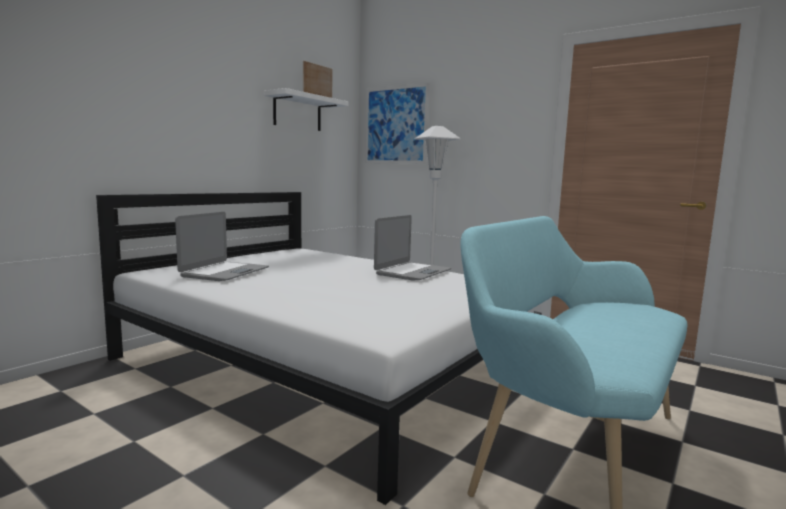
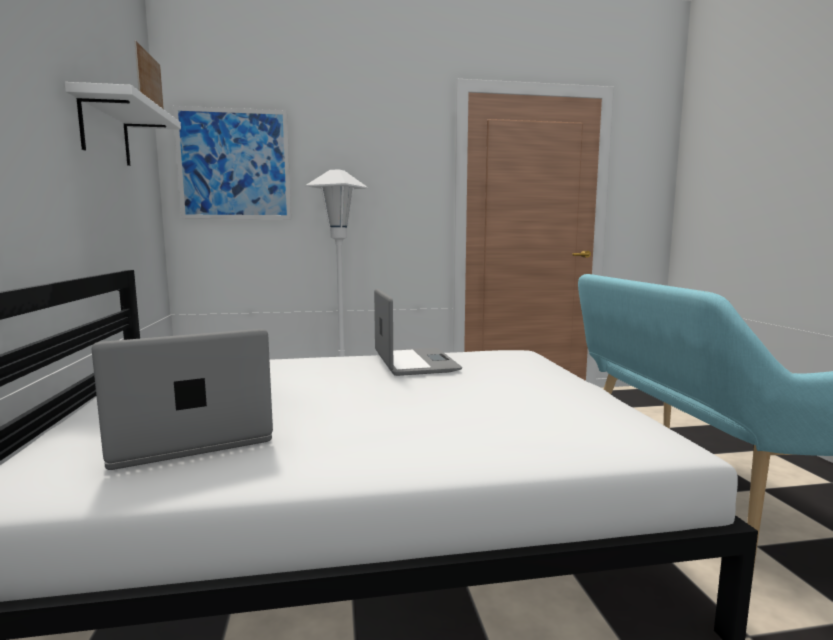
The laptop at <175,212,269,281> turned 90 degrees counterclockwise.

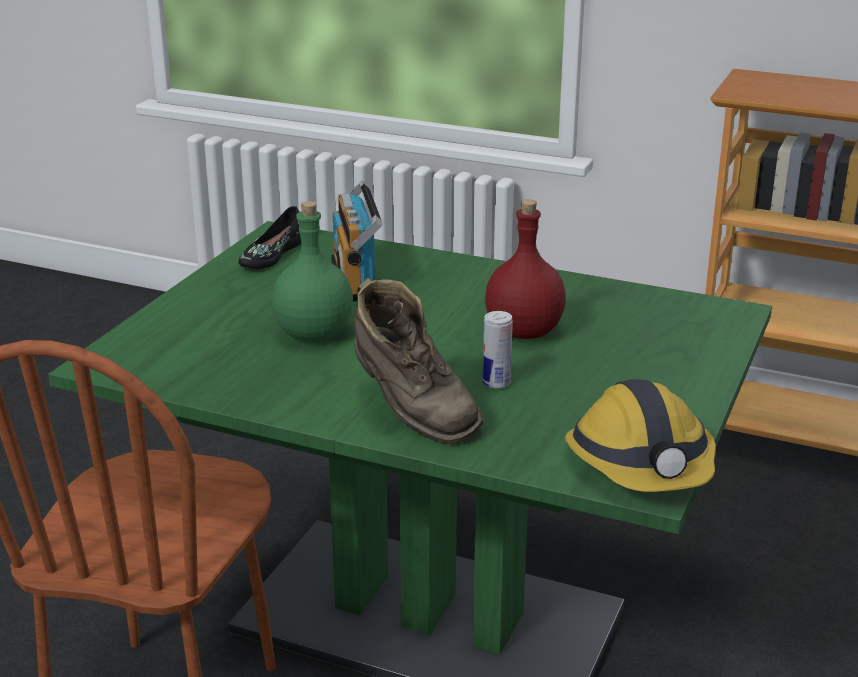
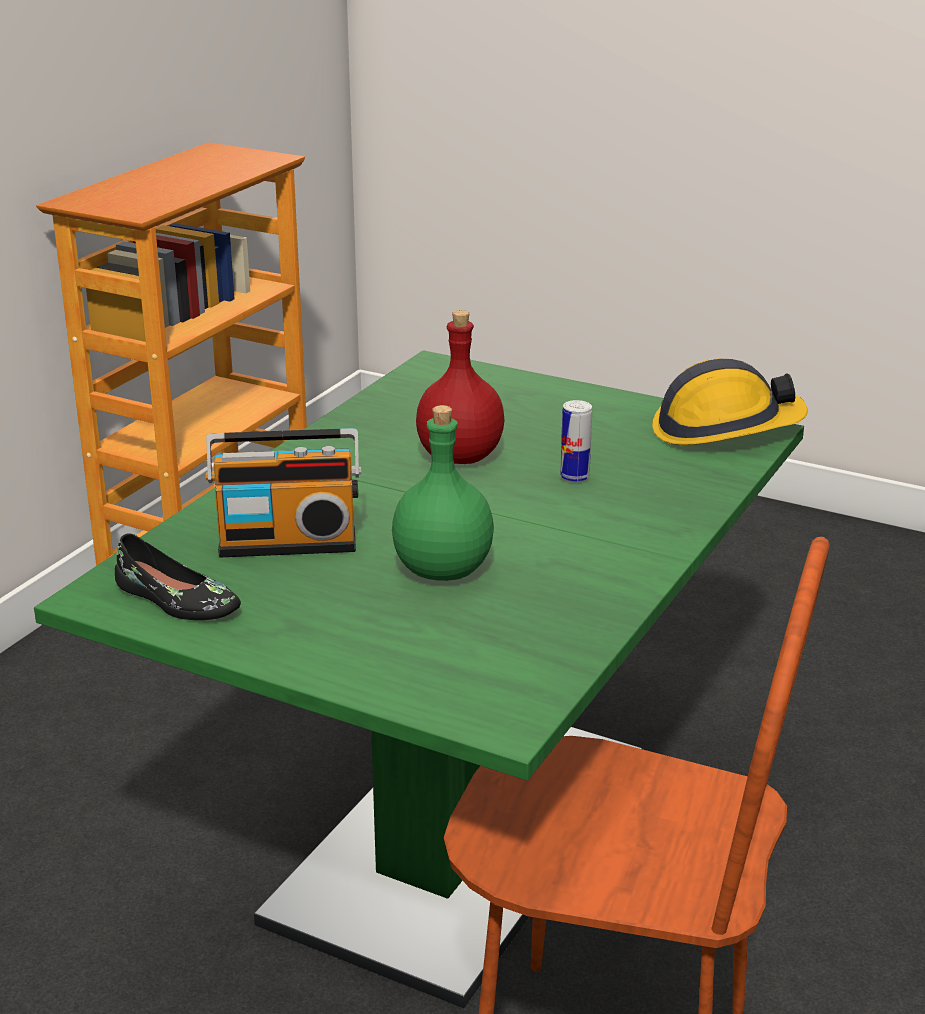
The brown boot at <354,278,484,445> disappeared.

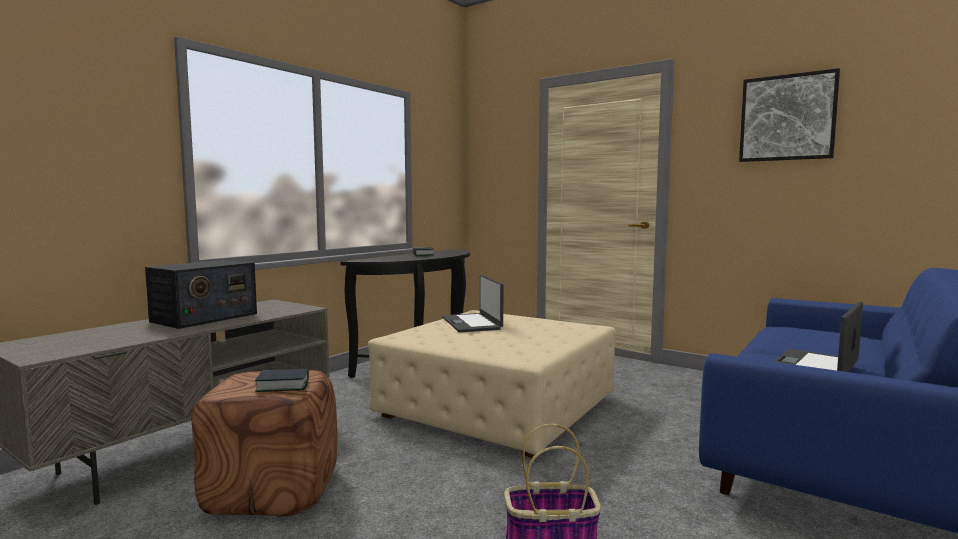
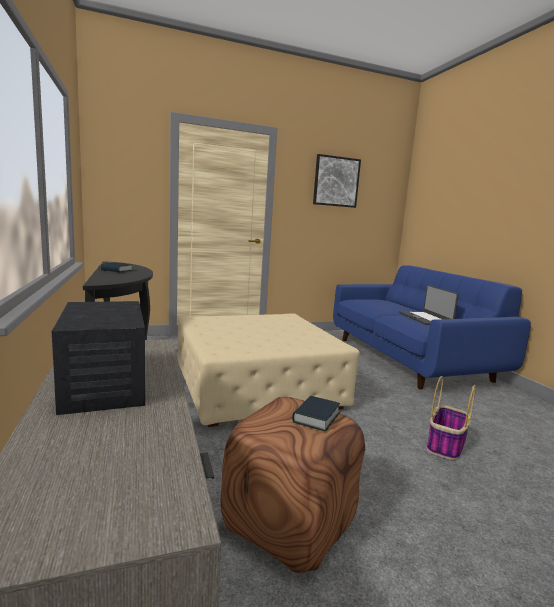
The laptop at <442,275,503,332> disappeared.

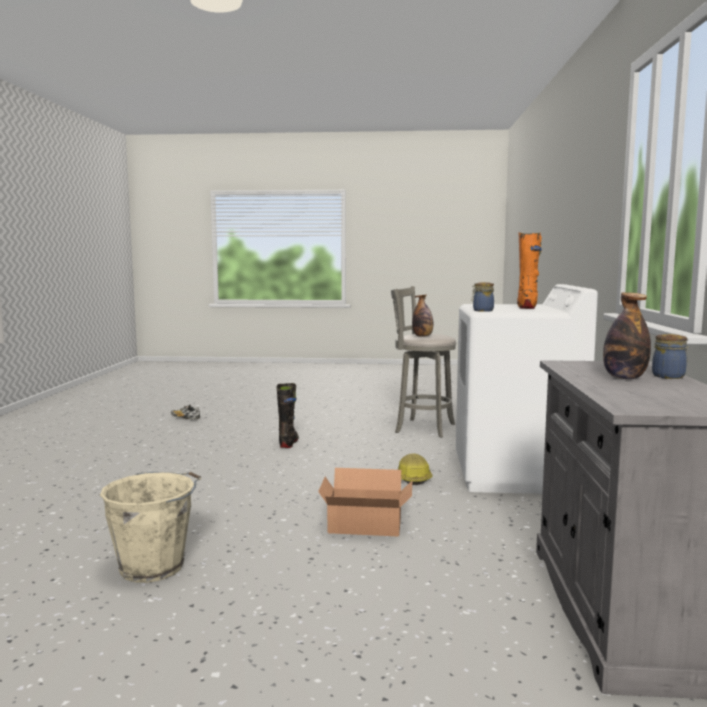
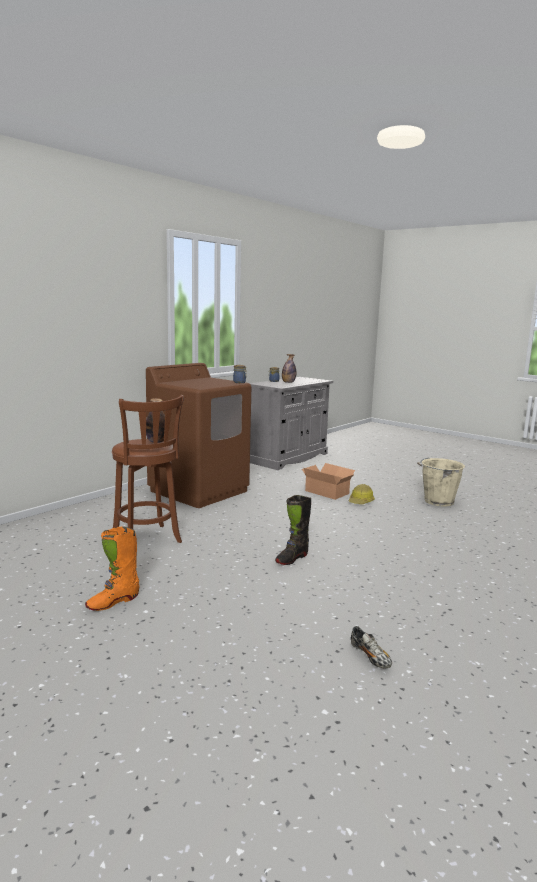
The orange boot moved from <517,232,542,309> to <85,527,139,611>.
The white washing machine at <456,284,598,494> became the brown washing machine at <146,363,251,508>.
The grey stool at <391,286,456,438> became the brown stool at <112,395,184,543>.
The hard hat moved from <398,453,432,485> to <349,484,375,504>.

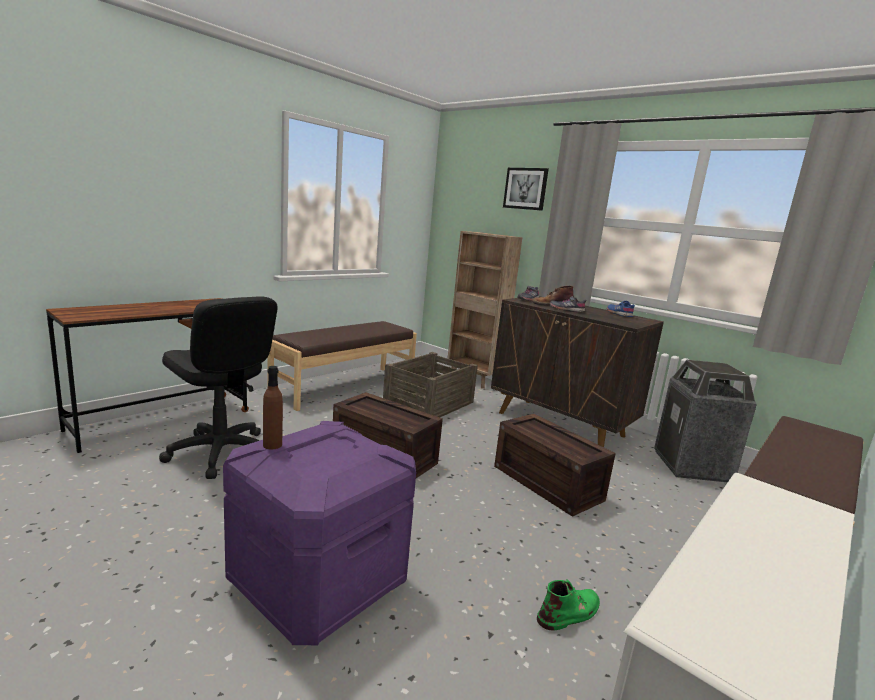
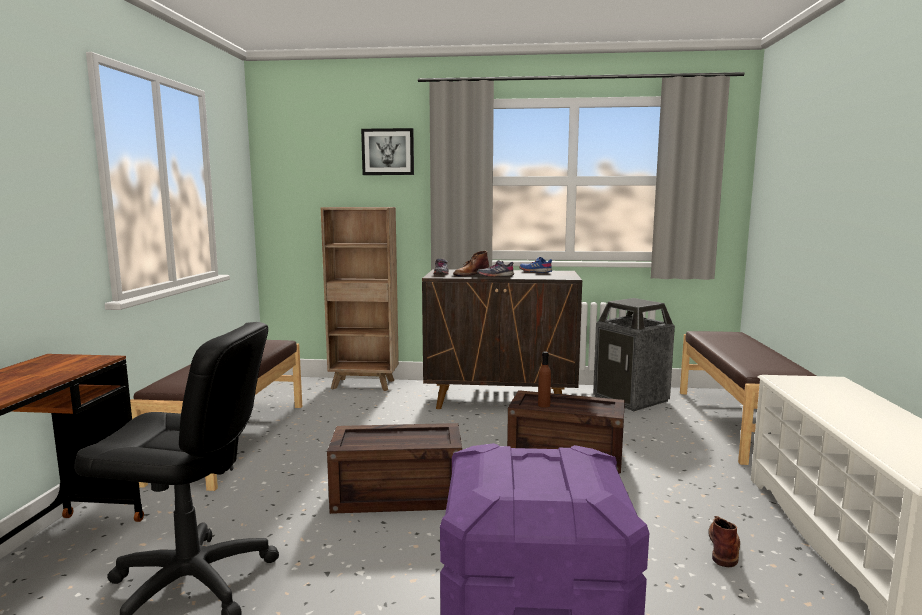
The crate at <383,352,478,417> disappeared.
The brown bottle moved from <263,366,283,450> to <538,352,551,408>.
The green boot at <537,579,600,630> became the brown boot at <708,516,740,567>.

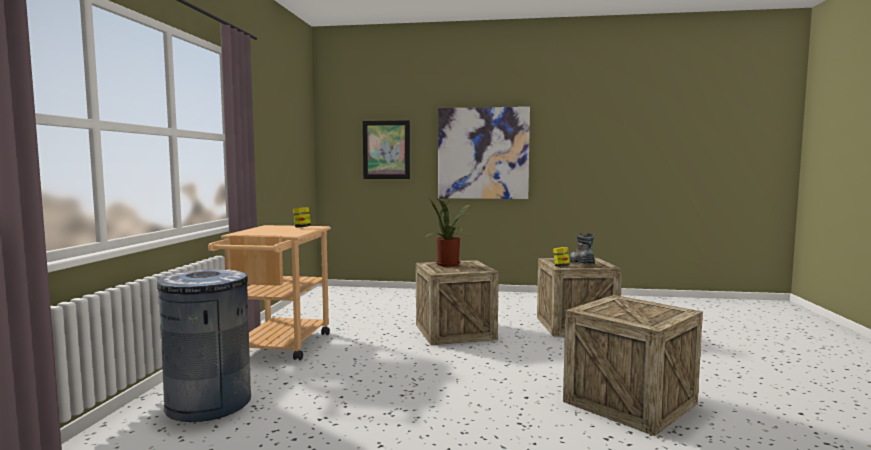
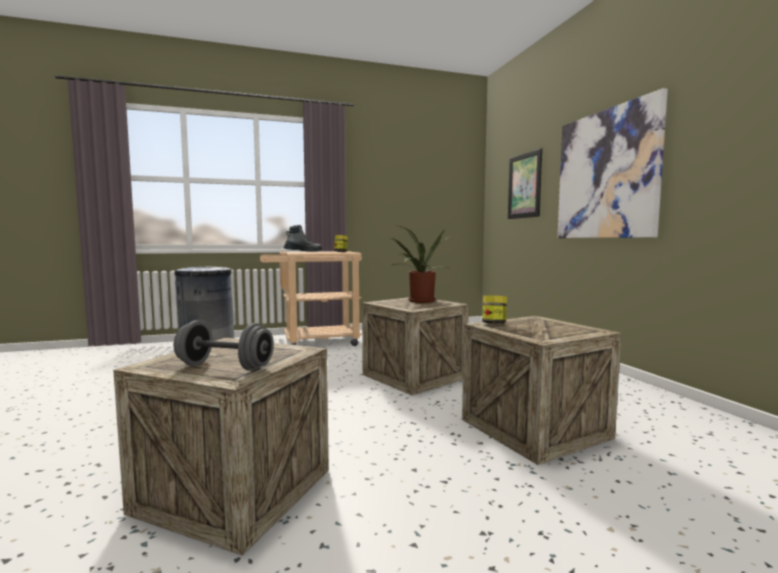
The boot moved from <569,233,595,264> to <283,225,322,252>.
The grey dumbbell at <174,320,274,371> appeared.

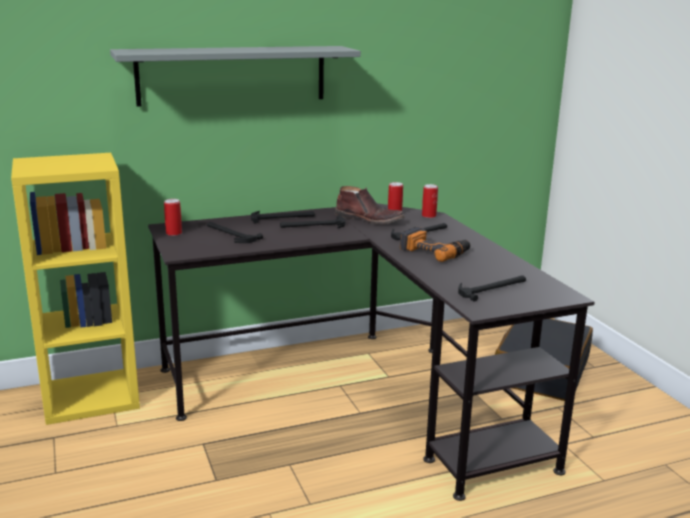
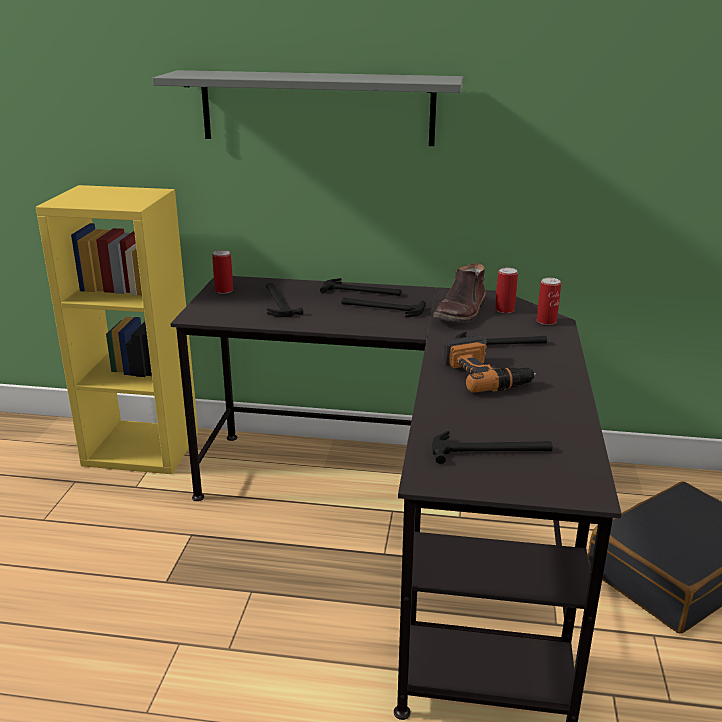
The brown boot at <335,186,405,224> turned 60 degrees clockwise.

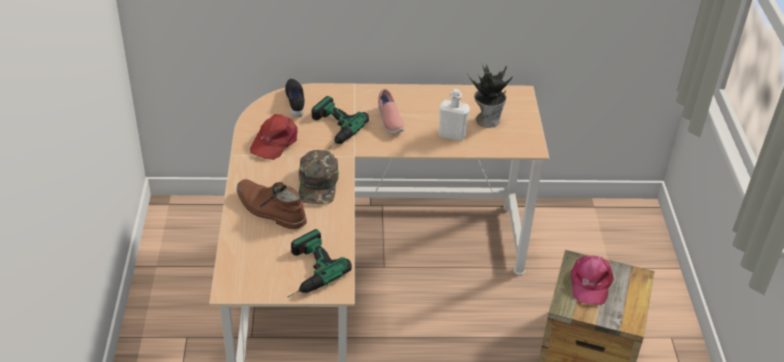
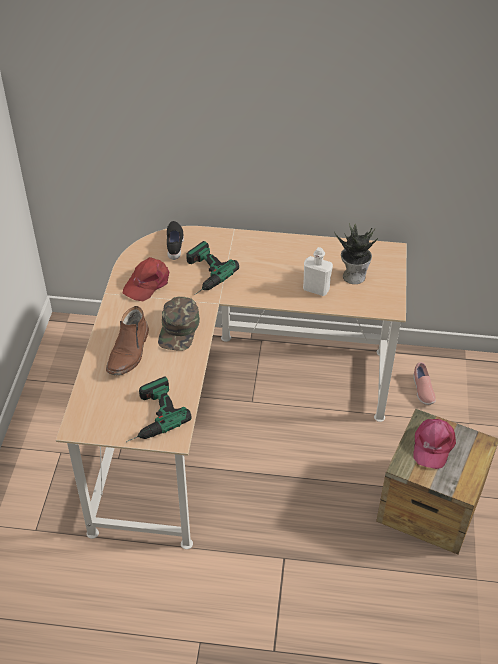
The pink shoe moved from <378,89,404,134> to <413,362,436,405>.
The brown boot at <237,179,307,229> turned 120 degrees counterclockwise.

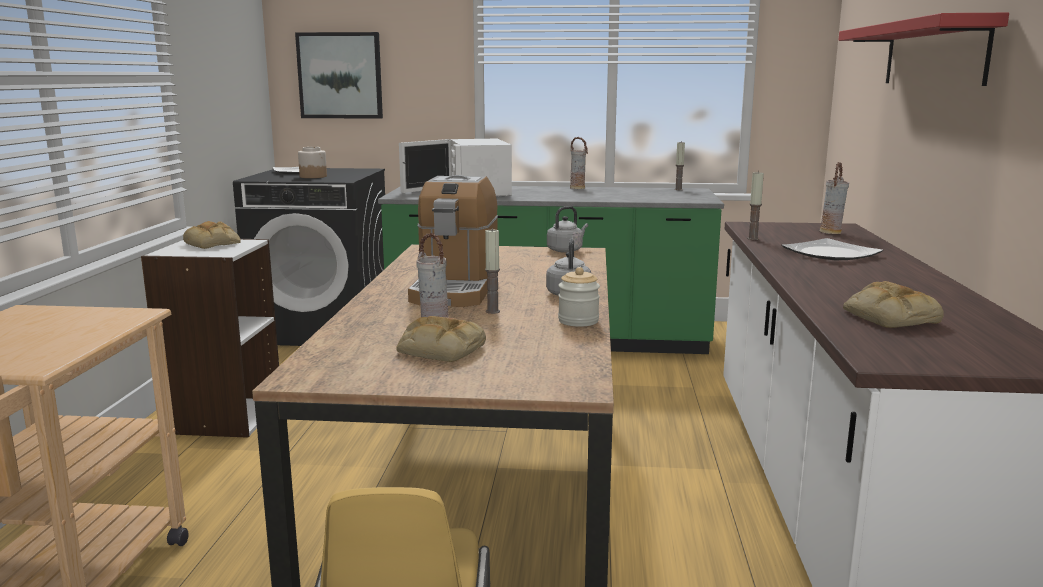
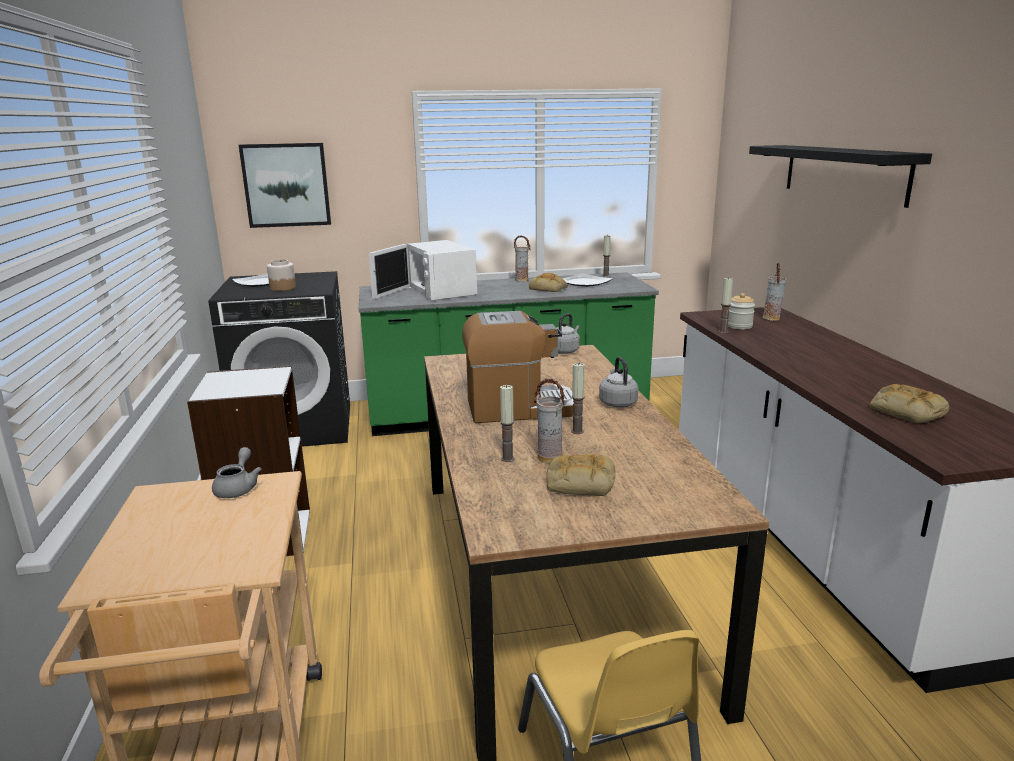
The red shelf at <838,13,1009,86> became the black shelf at <749,145,932,208>.
The coffee machine at <408,175,498,307> turned 90 degrees counterclockwise.
The bread moved from <183,221,241,249> to <529,273,568,292>.
The plate moved from <781,238,883,260> to <562,273,612,287>.
The jar moved from <558,267,600,327> to <728,293,755,329>.
The candle at <500,385,514,462> appeared.
The grey teapot at <212,447,262,498> appeared.

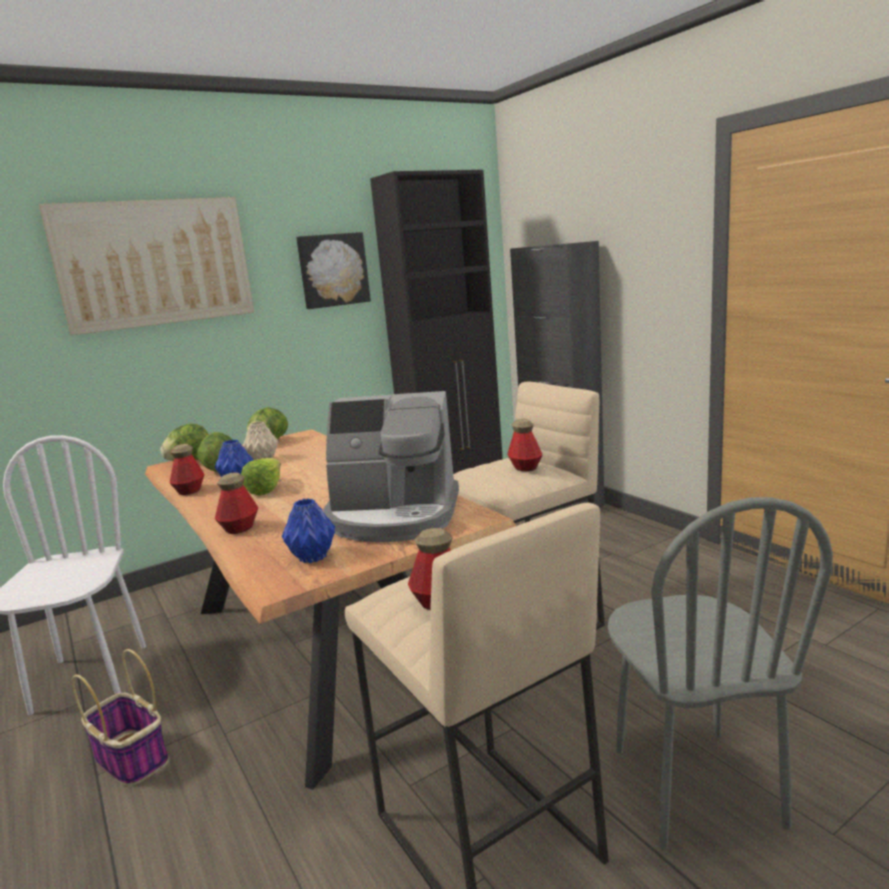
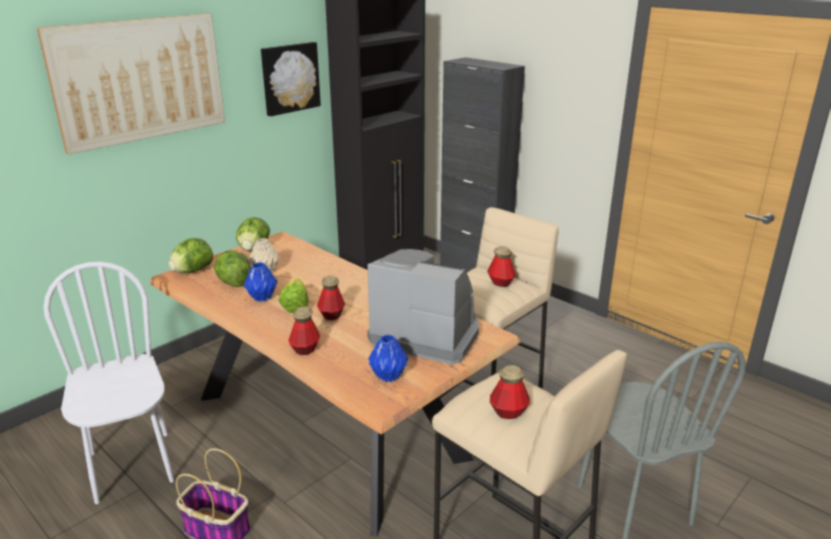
The coffee machine at <323,391,459,542> turned 150 degrees counterclockwise.
The bottle moved from <170,444,204,495> to <317,275,345,320>.

